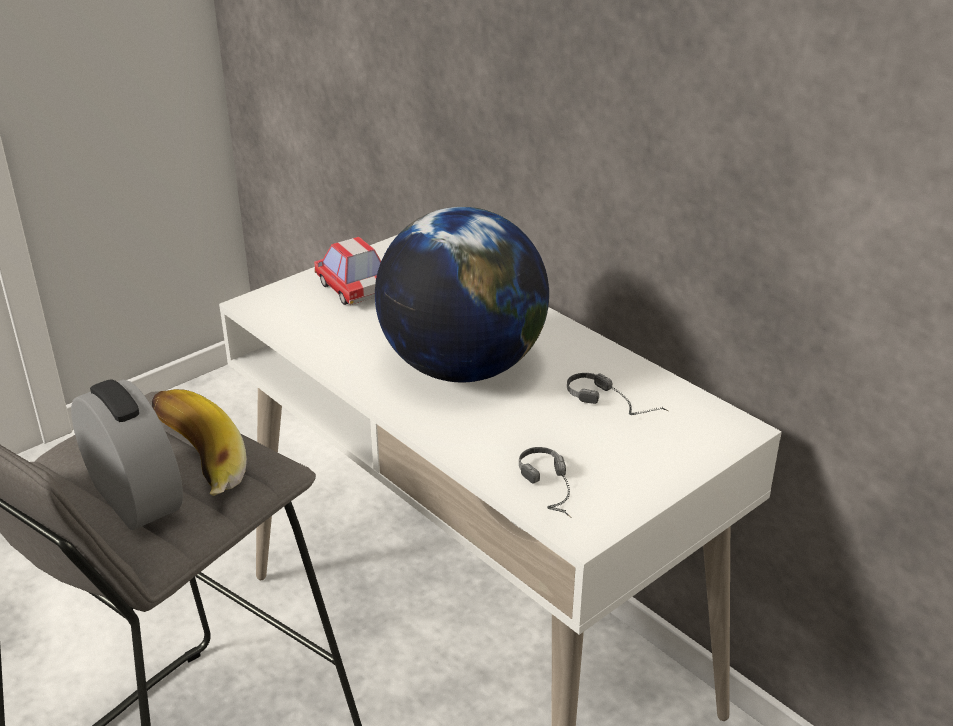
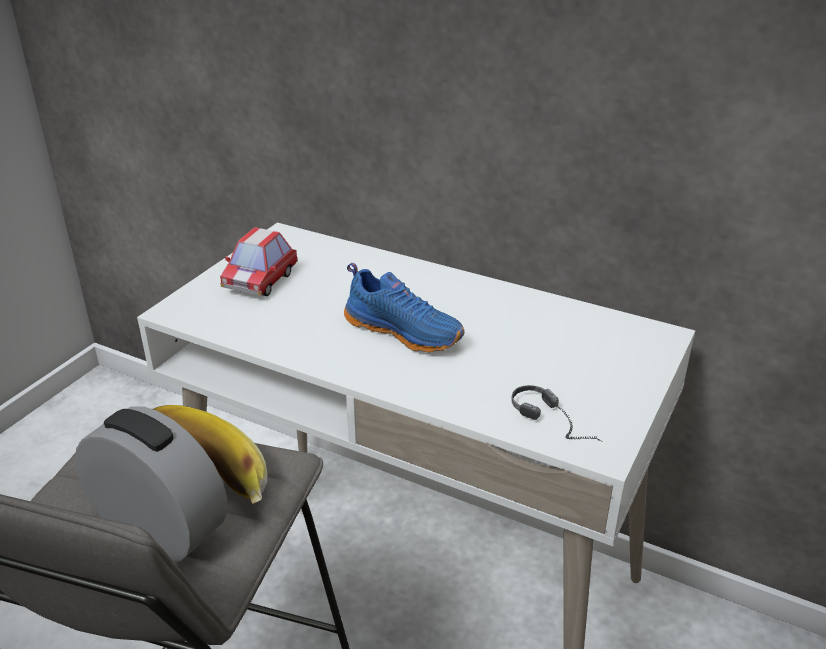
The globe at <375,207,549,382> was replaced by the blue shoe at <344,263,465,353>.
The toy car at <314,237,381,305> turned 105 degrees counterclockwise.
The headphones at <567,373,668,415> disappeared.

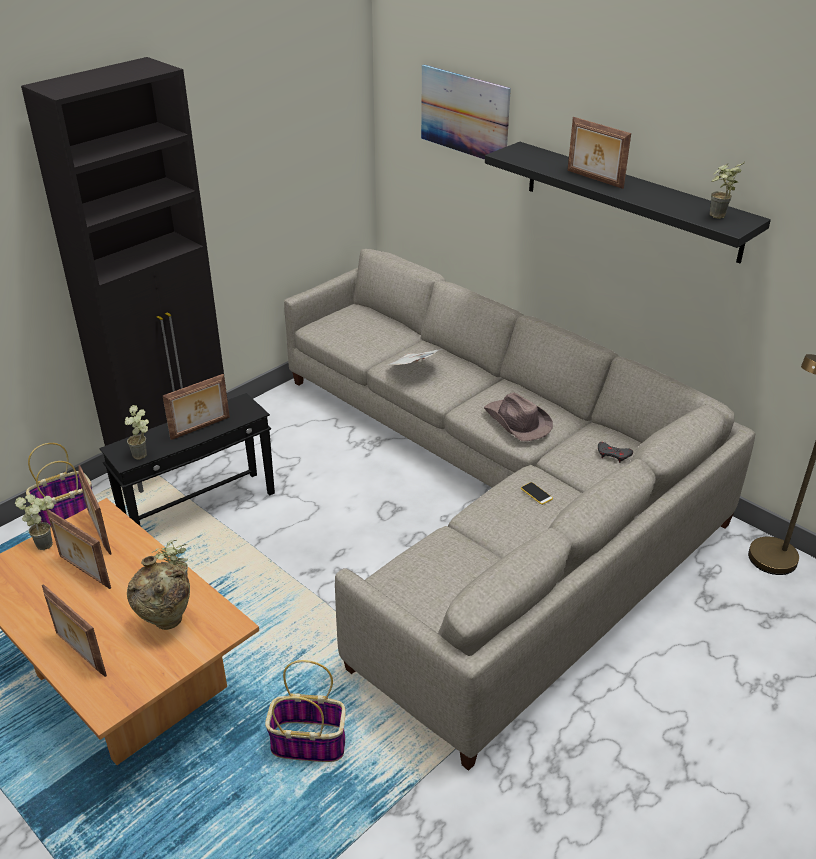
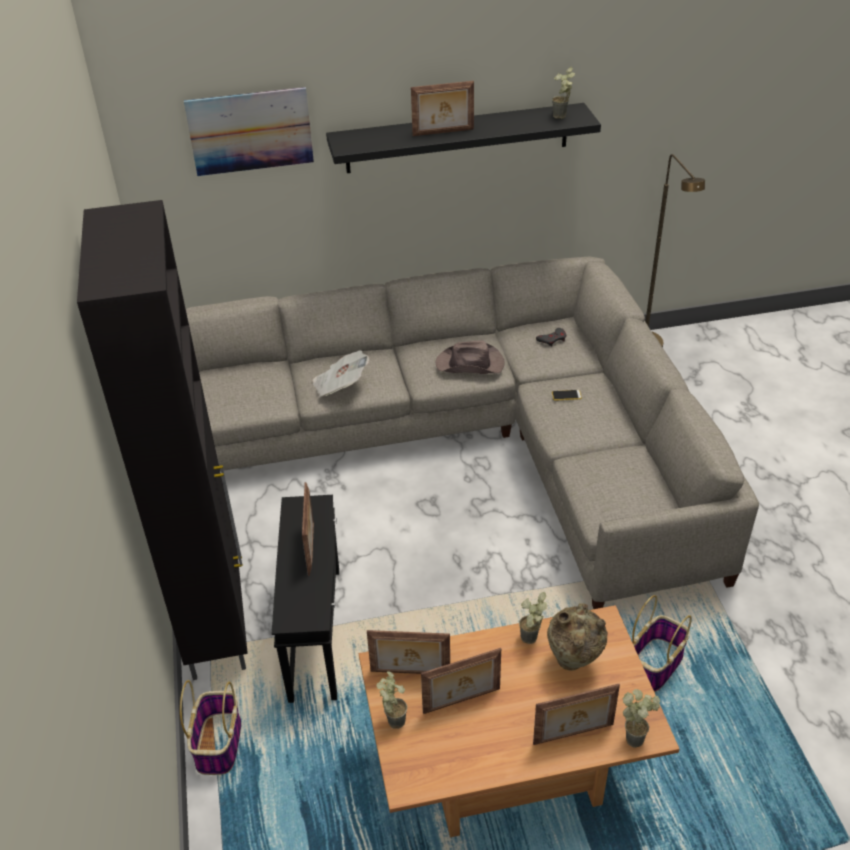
The potted plant moved from <125,405,149,459> to <623,689,660,748>.

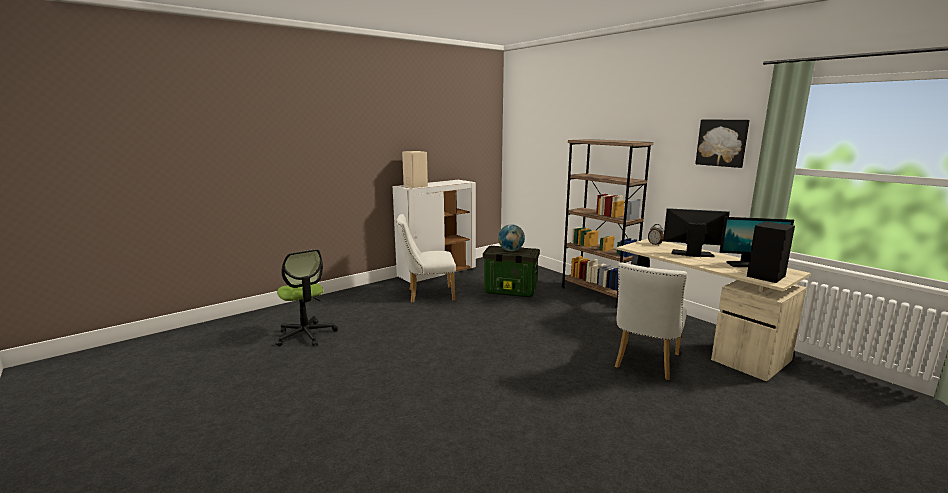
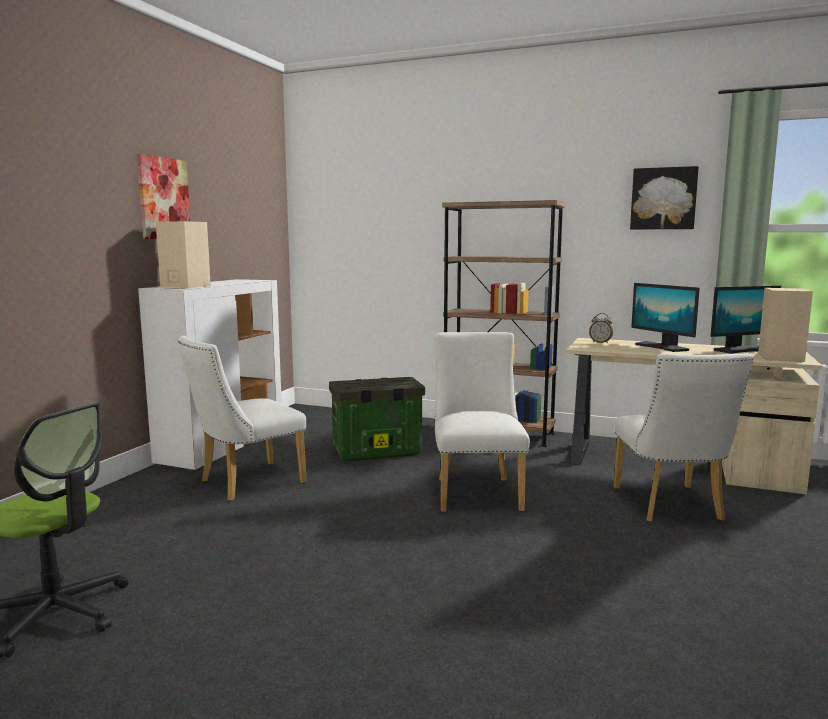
The monitor at <663,208,730,257> turned 105 degrees counterclockwise.
The black speaker at <747,221,795,283> became the beige speaker at <758,288,813,362>.
The globe at <498,224,525,251> disappeared.
The picture at <137,154,190,239> appeared.
The white chair at <434,332,530,512> appeared.

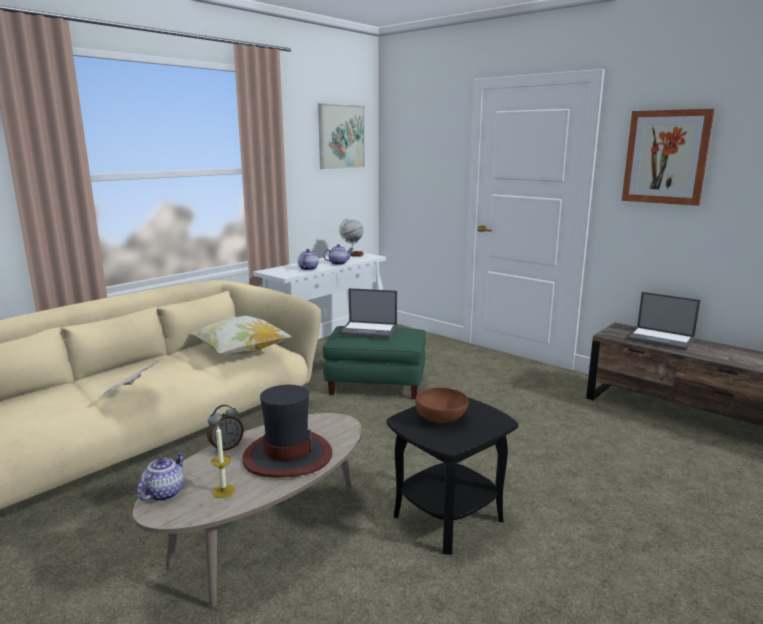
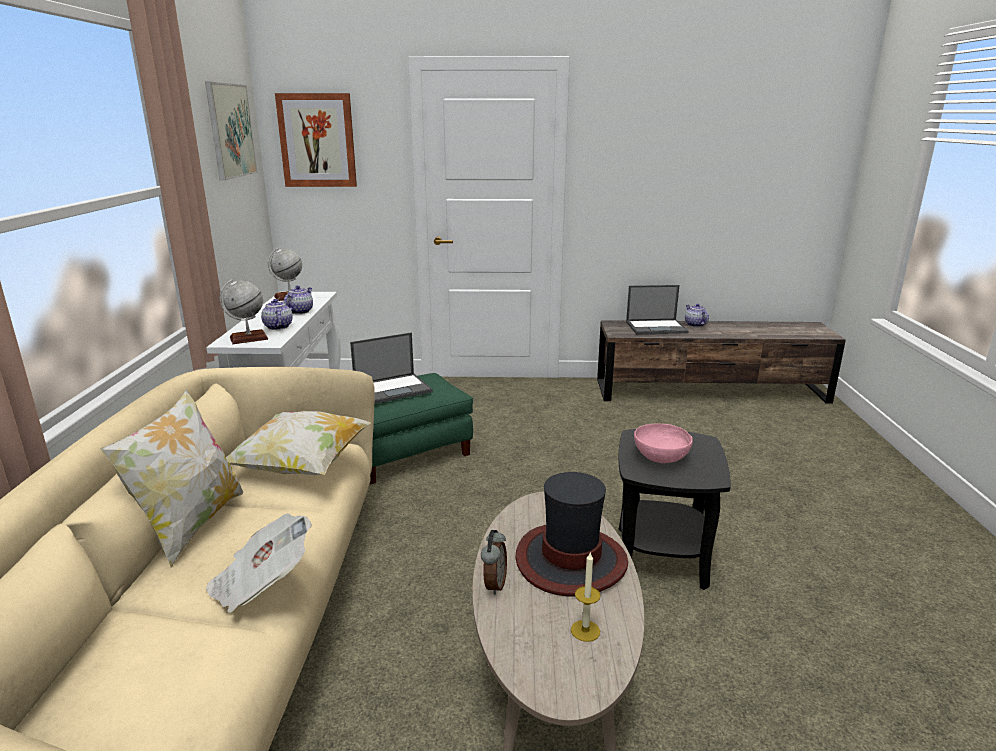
The picture moved from <622,109,715,206> to <275,93,357,187>.
The brown bowl at <415,387,469,423> became the pink bowl at <634,424,693,463>.
The teapot moved from <137,452,185,501> to <685,304,709,327>.
The globe at <220,280,268,344> appeared.
The pillow at <100,389,243,568> appeared.

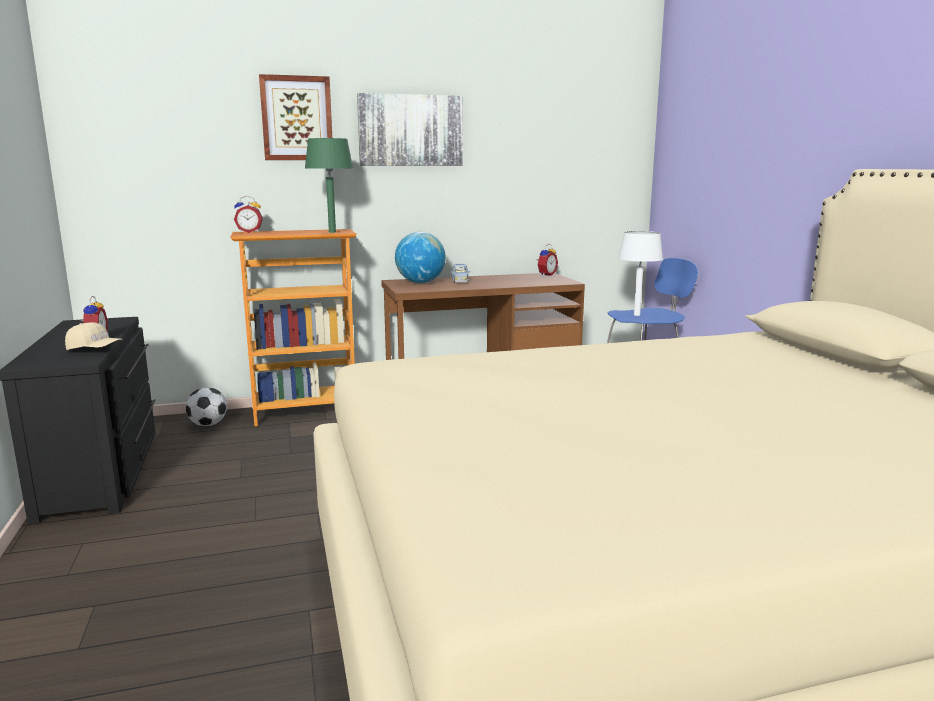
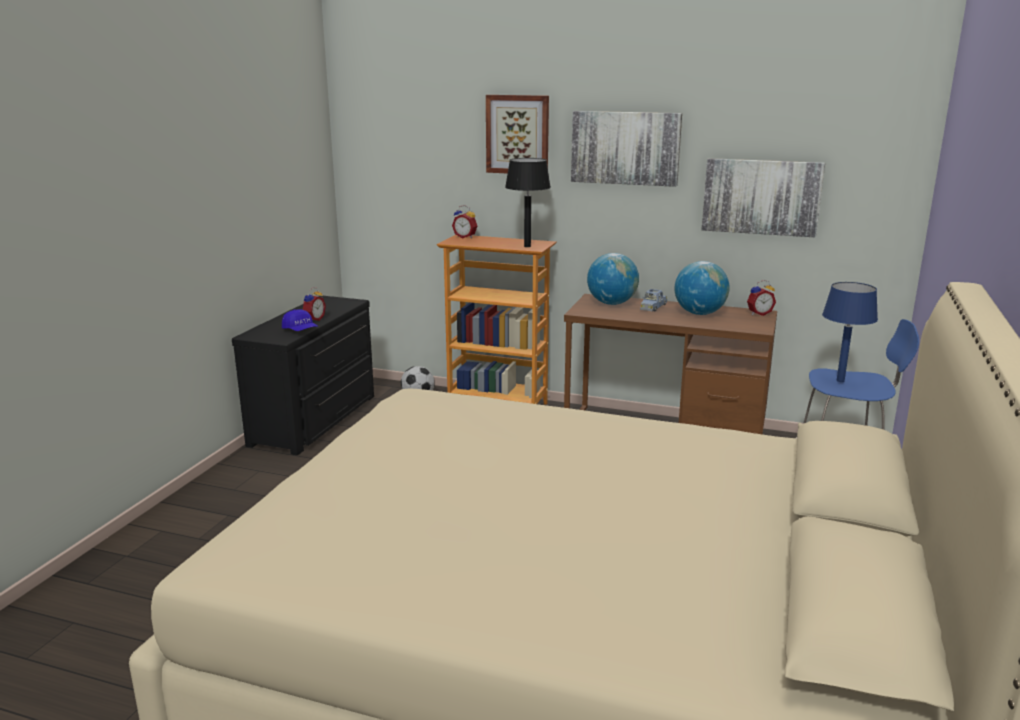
The green table lamp at <305,138,353,233> became the black table lamp at <505,158,551,247>.
The white table lamp at <618,231,663,316> became the blue table lamp at <822,282,878,382>.
The beige cap at <65,322,123,350> became the blue cap at <282,309,318,331>.
The picture at <701,158,825,237> appeared.
The globe at <675,261,729,315> appeared.

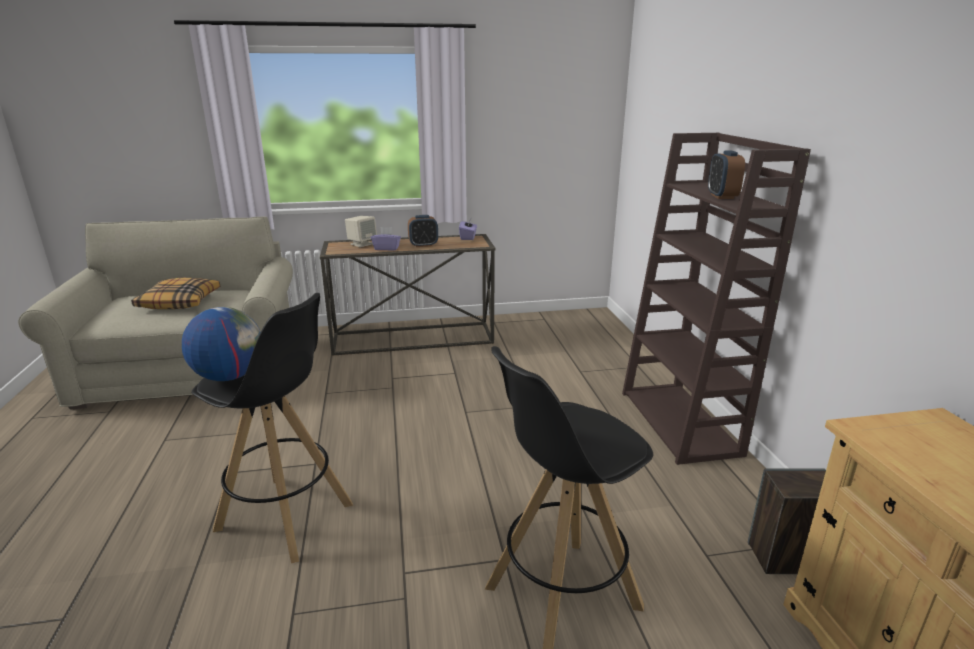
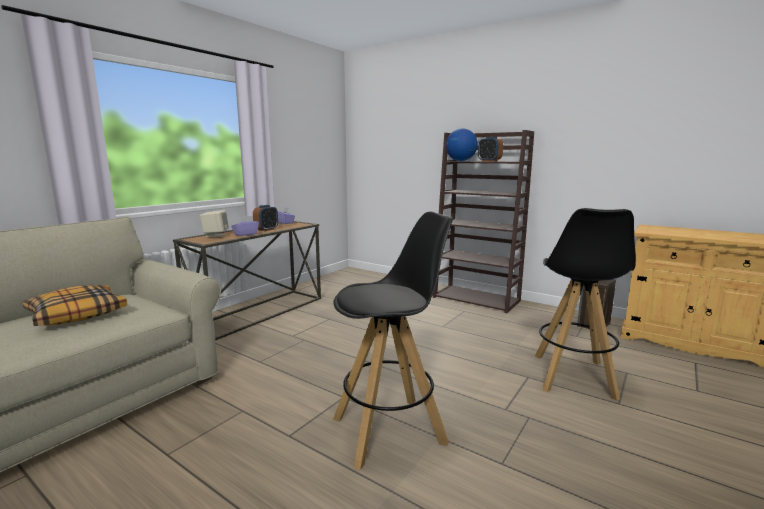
The globe moved from <182,307,261,381> to <446,129,478,161>.

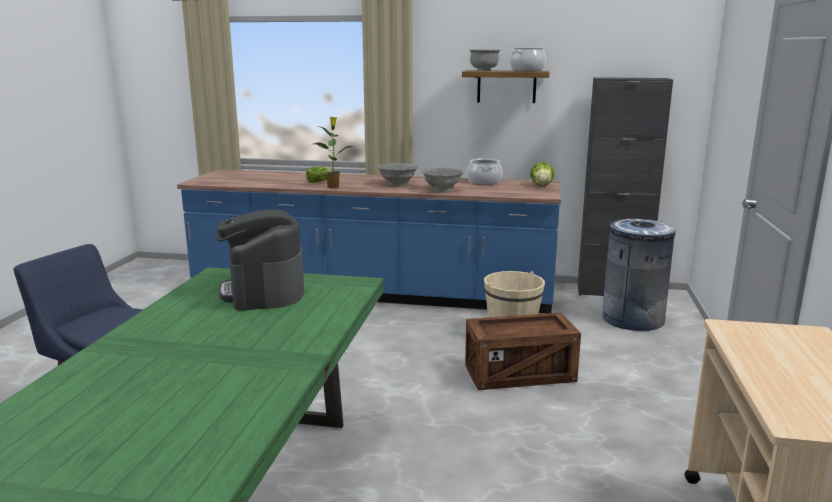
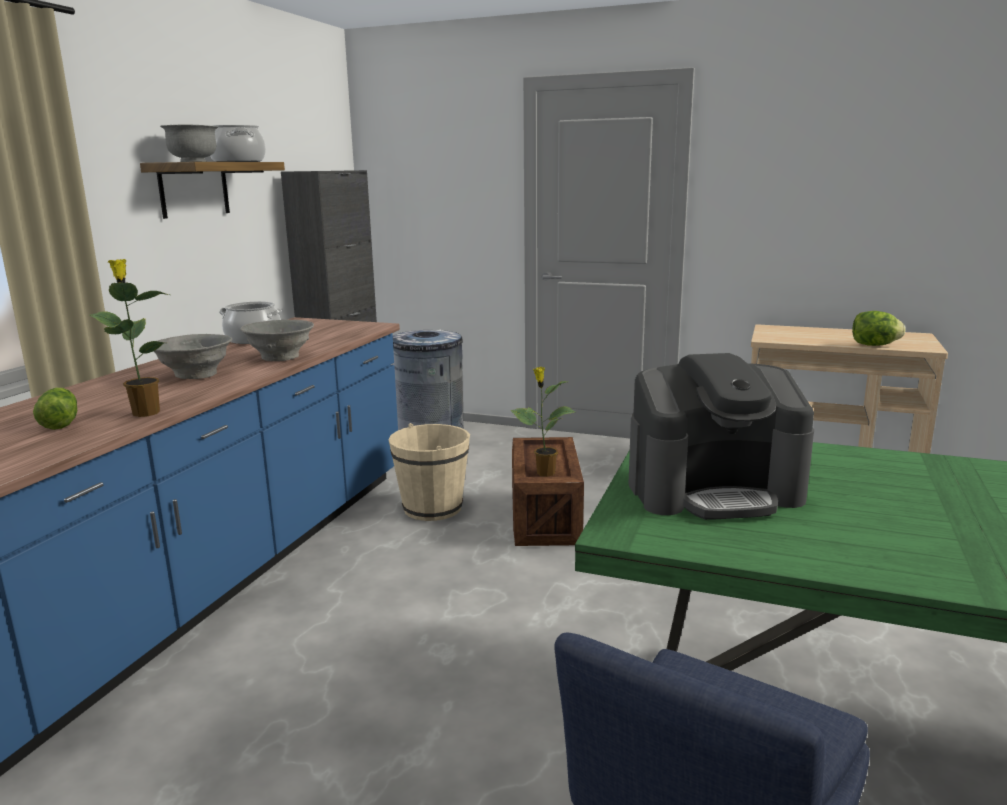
The lettuce moved from <530,162,555,186> to <852,311,905,346>.
The potted plant at <510,367,576,477> appeared.

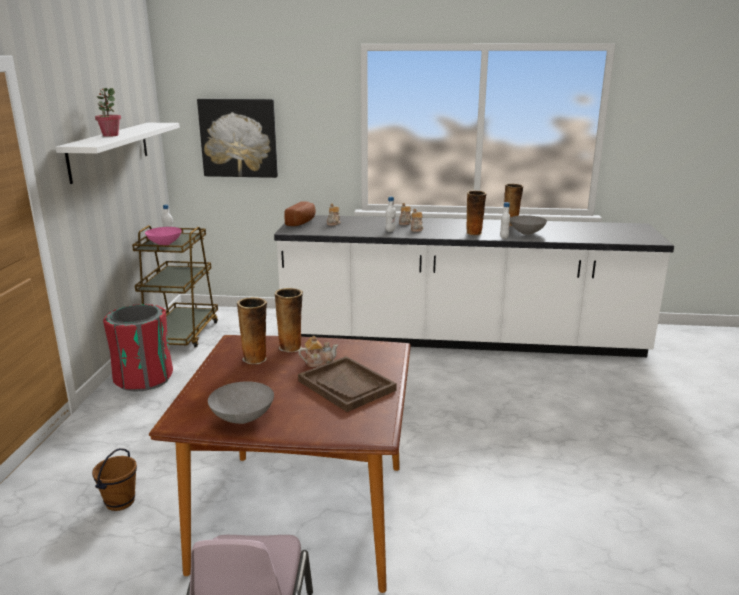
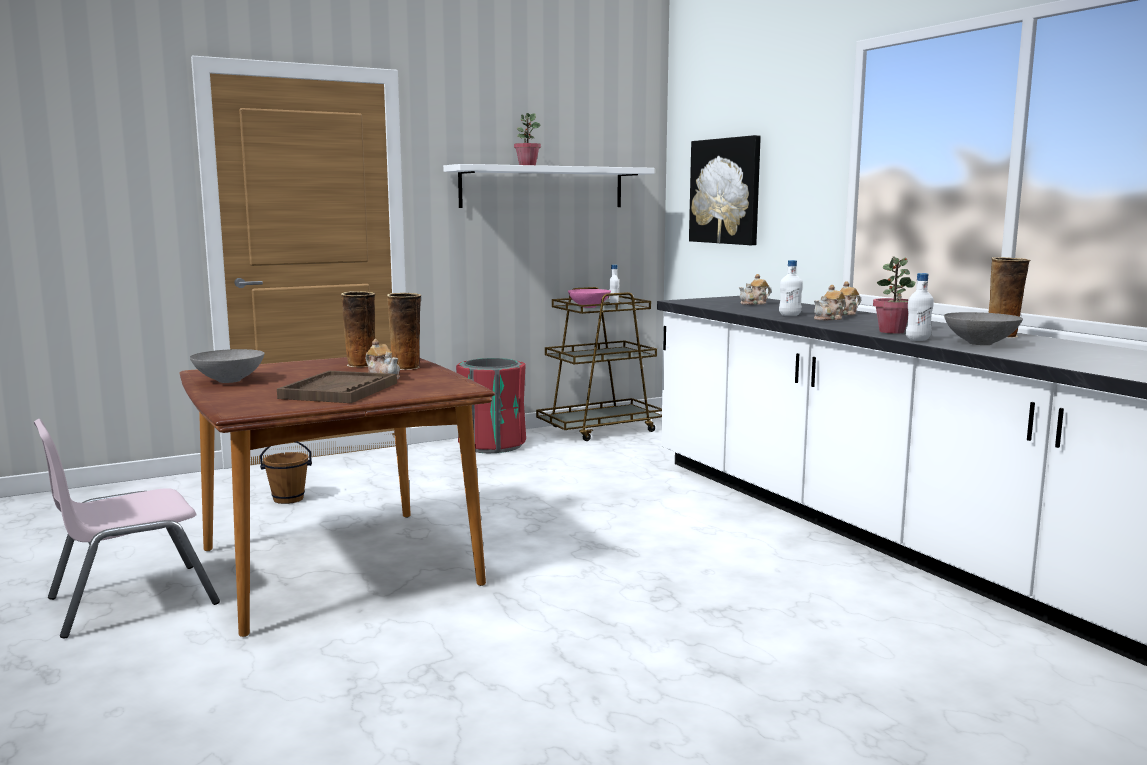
The vase at <466,191,487,235> was replaced by the potted plant at <873,256,915,334>.
The bread at <284,201,316,226> disappeared.

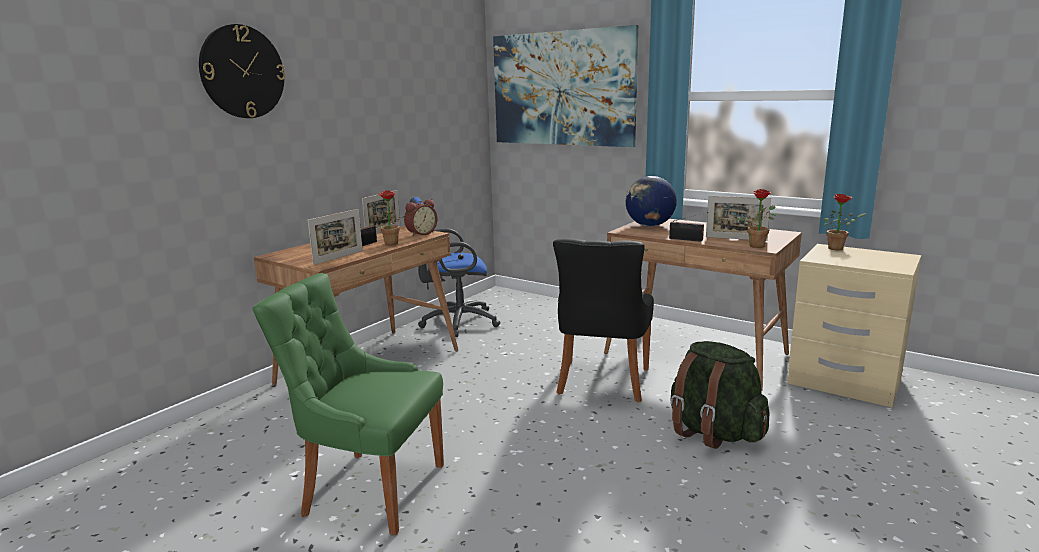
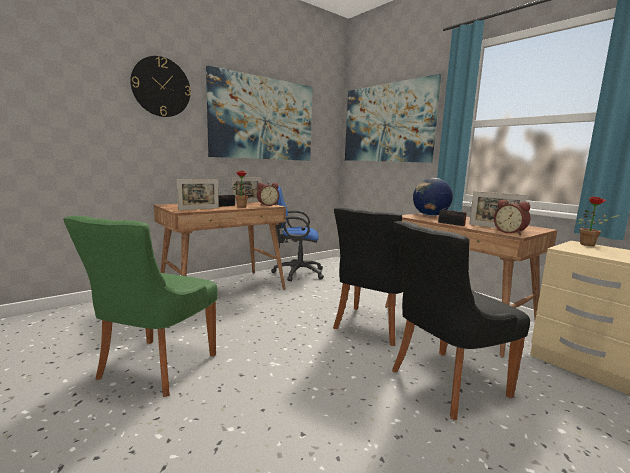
The potted plant at <737,189,776,248> was replaced by the alarm clock at <494,199,530,235>.
The green chair at <253,273,444,535> turned 105 degrees counterclockwise.
The green backpack at <671,341,769,449> was replaced by the black chair at <392,221,530,420>.
The picture at <206,65,312,161> appeared.

